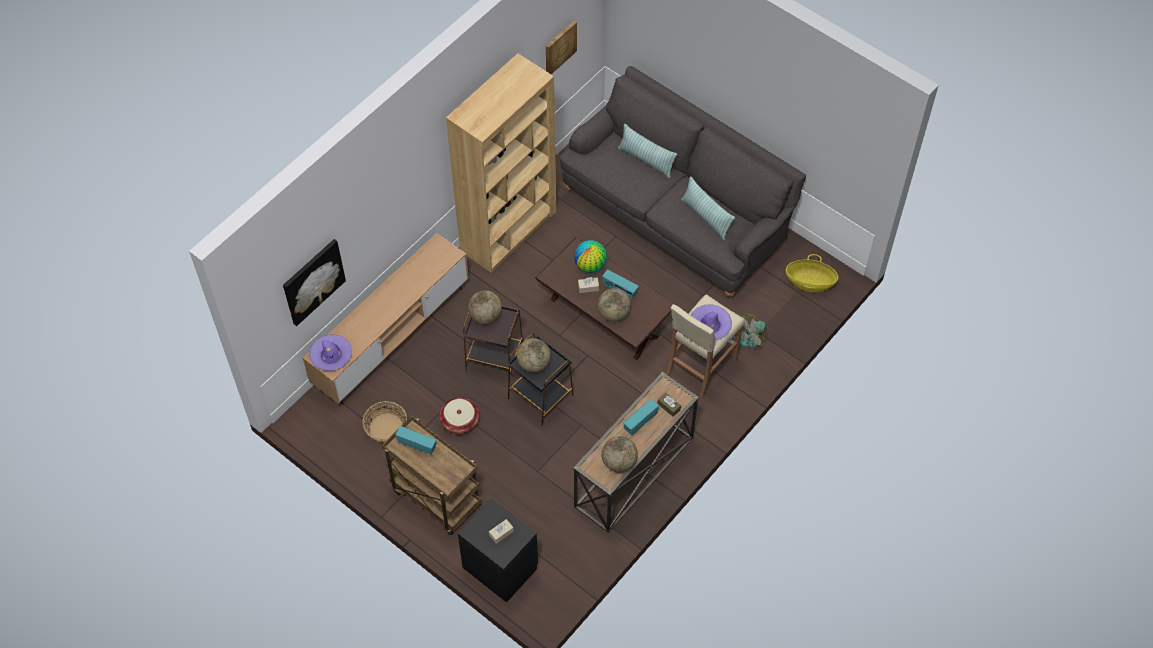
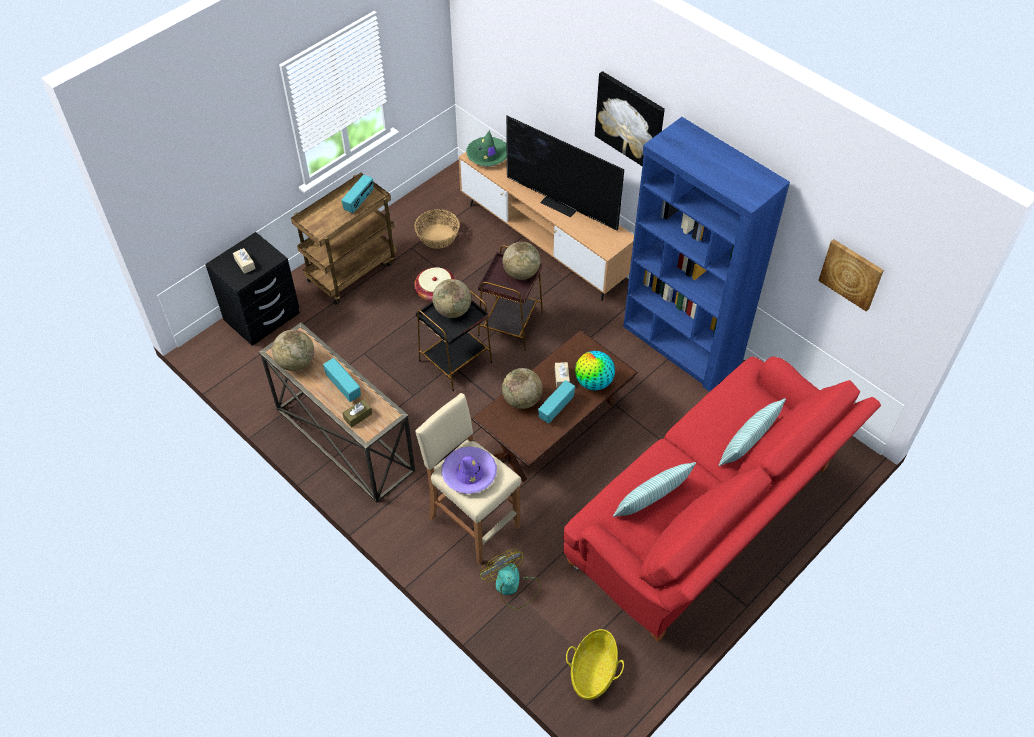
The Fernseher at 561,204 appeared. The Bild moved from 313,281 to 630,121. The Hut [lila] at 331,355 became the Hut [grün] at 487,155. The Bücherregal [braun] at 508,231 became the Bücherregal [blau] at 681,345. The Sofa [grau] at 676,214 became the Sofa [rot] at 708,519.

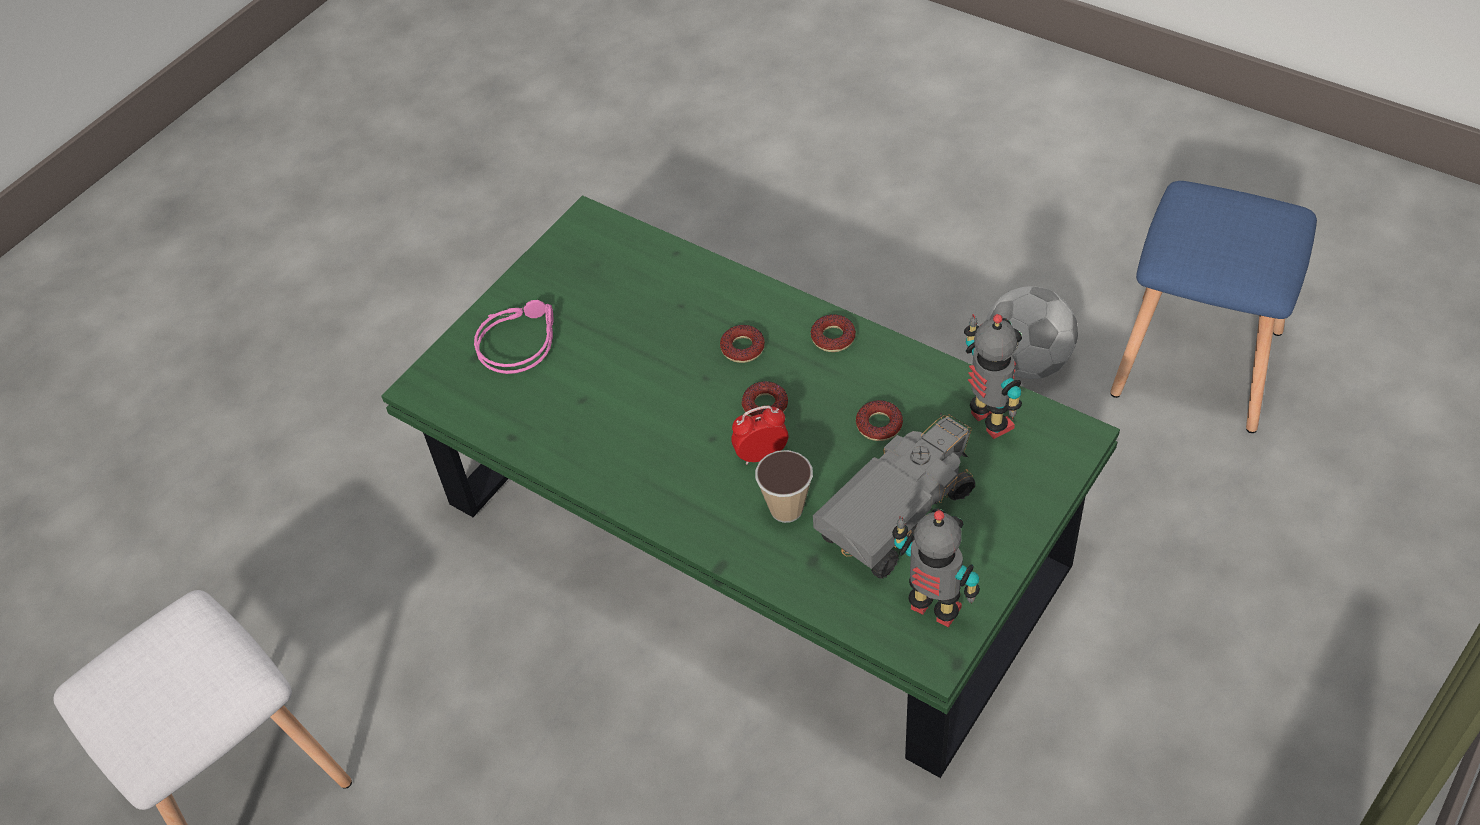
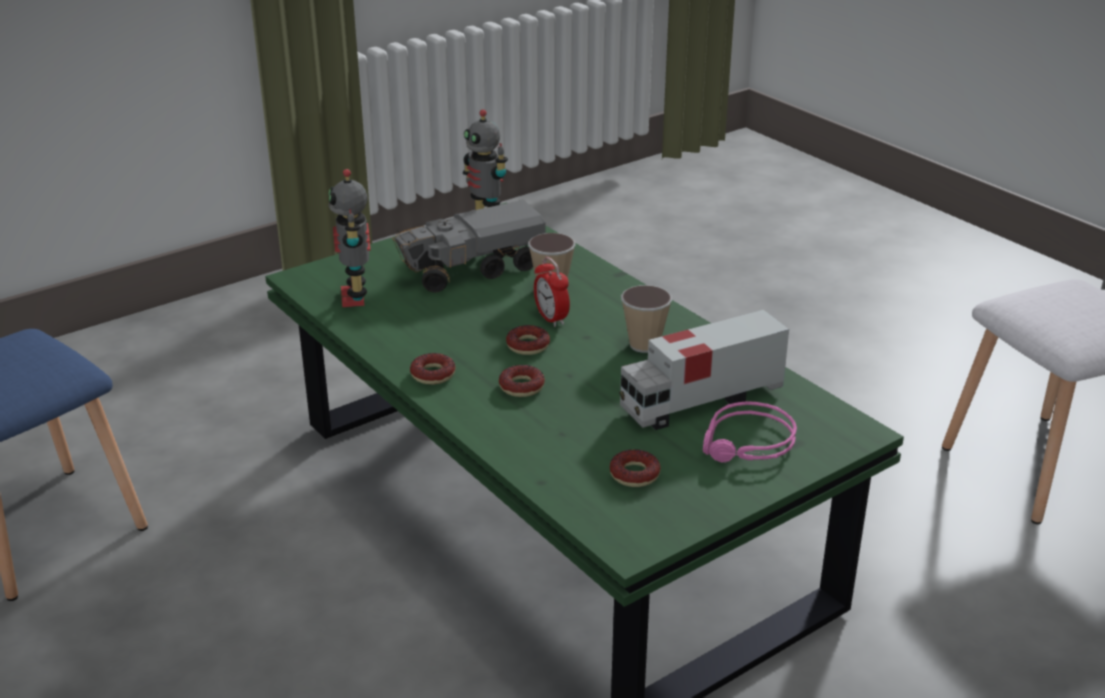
The Fußball at 1028,362 disappeared. The Spielzeuglaster at 700,402 appeared. The Tasse at 644,345 appeared. The Donut moved from 879,425 to 634,474. The Wecker at 761,455 turned 60 degrees clockwise.

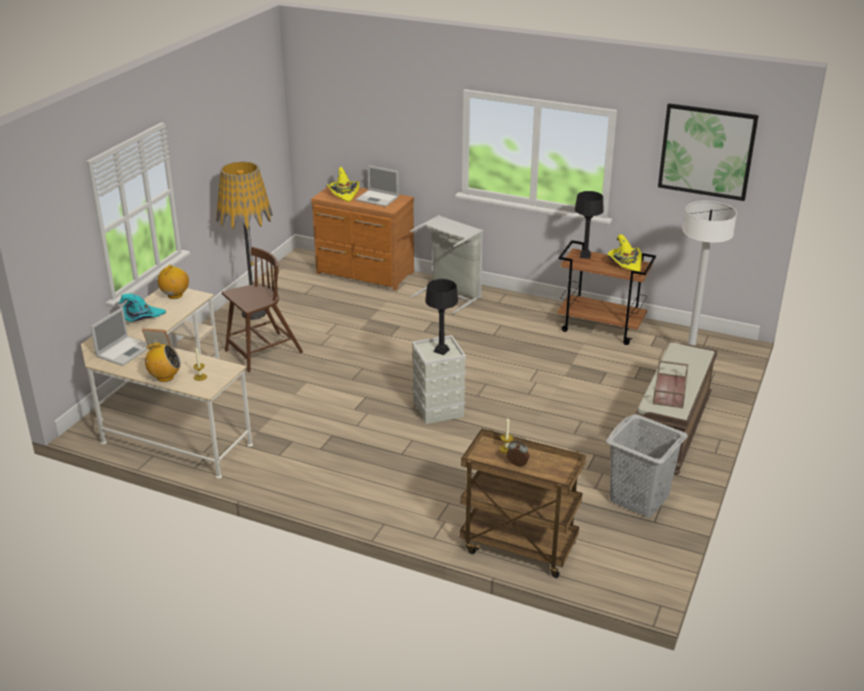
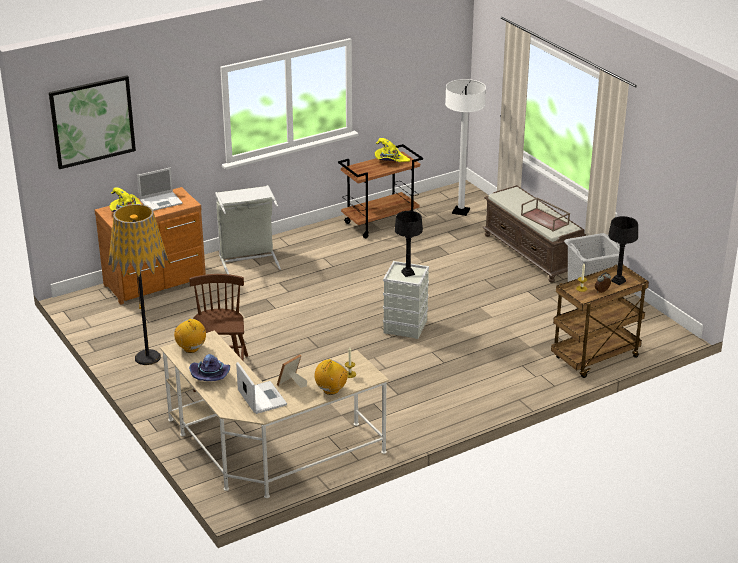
The Tischlampe [schwarz] moved from 585,255 to 618,281. The Bild moved from 706,151 to 92,121. The Hut [türkis] at 141,318 became the Hut [lila] at 211,375.

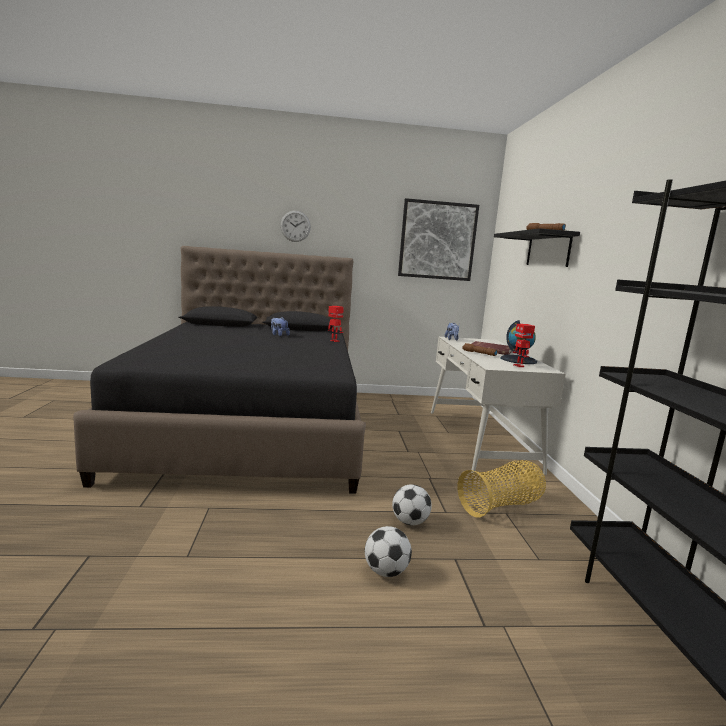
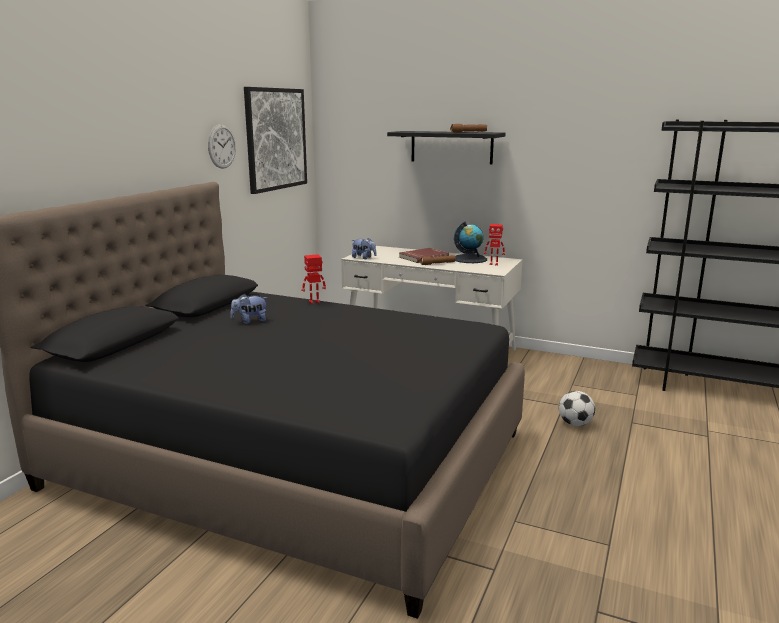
The Fußball at 386,571 disappeared. The Korb at 501,506 disappeared. The Wanduhr moved from 295,226 to 222,146.

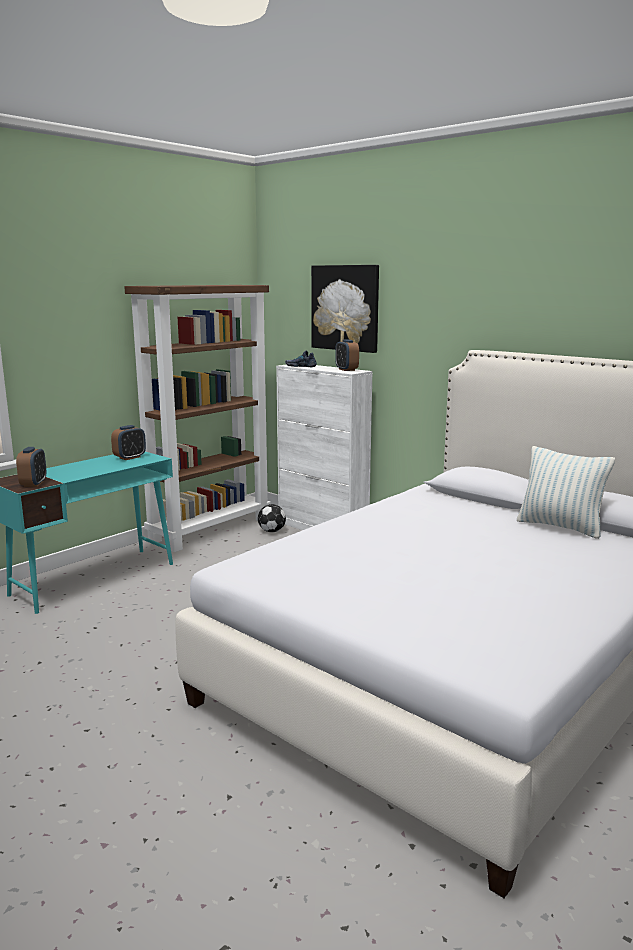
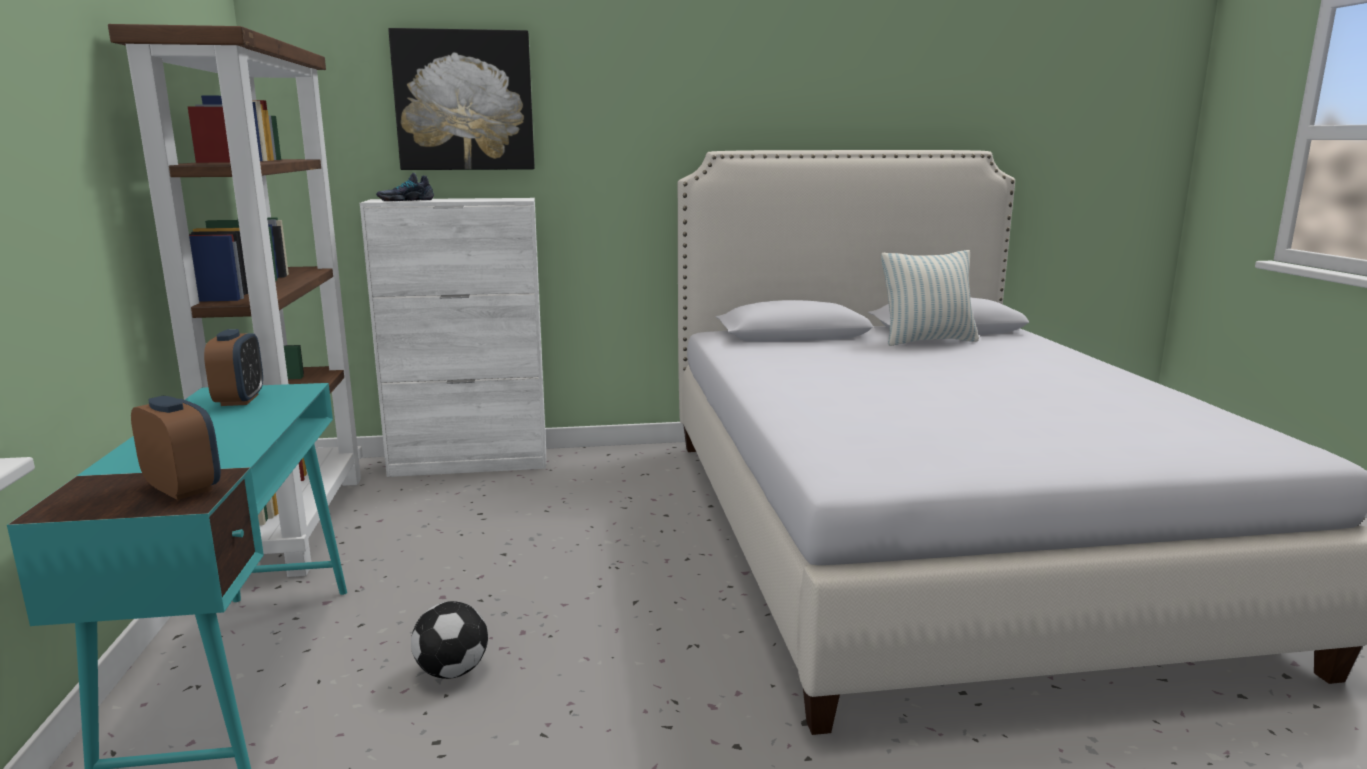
The Wecker at 346,369 disappeared. The Fußball moved from 272,531 to 452,671.

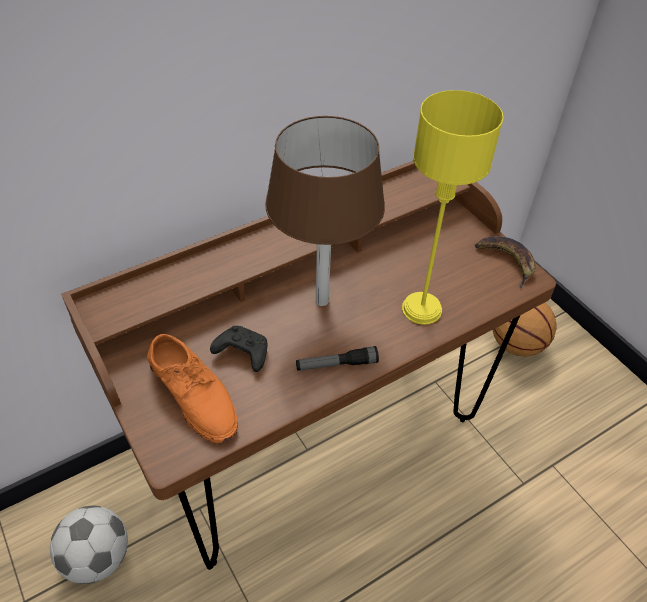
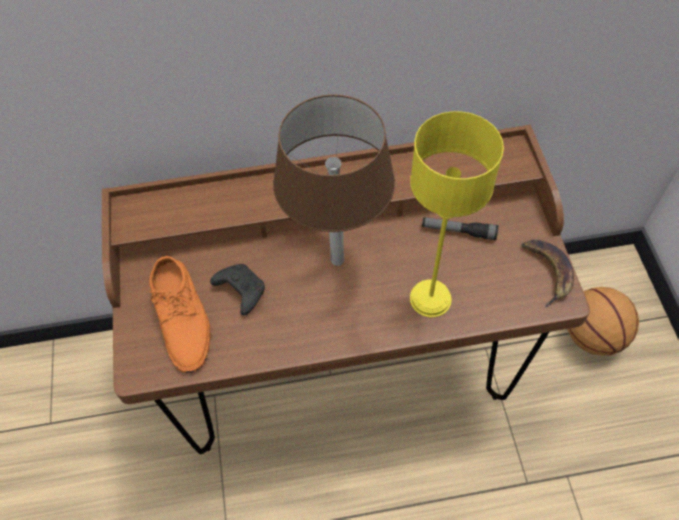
The Fußball at 97,557 disappeared. The Taschenlampe moved from 336,364 to 458,231.

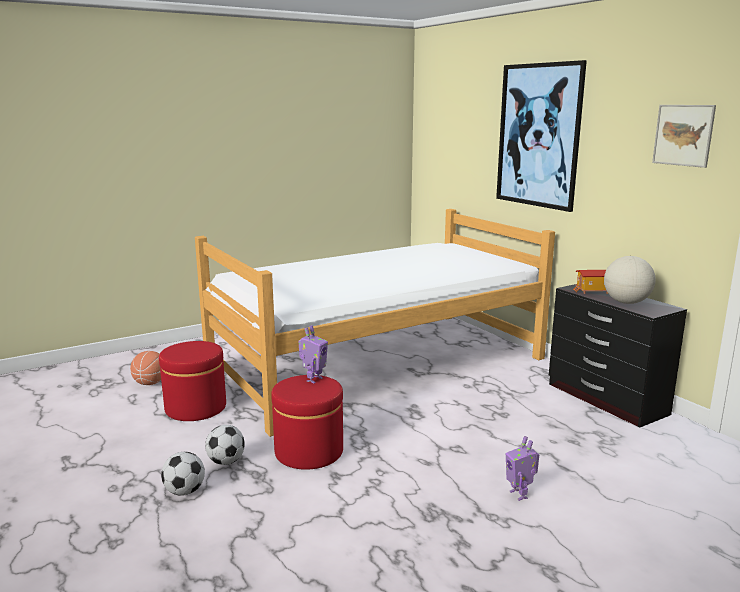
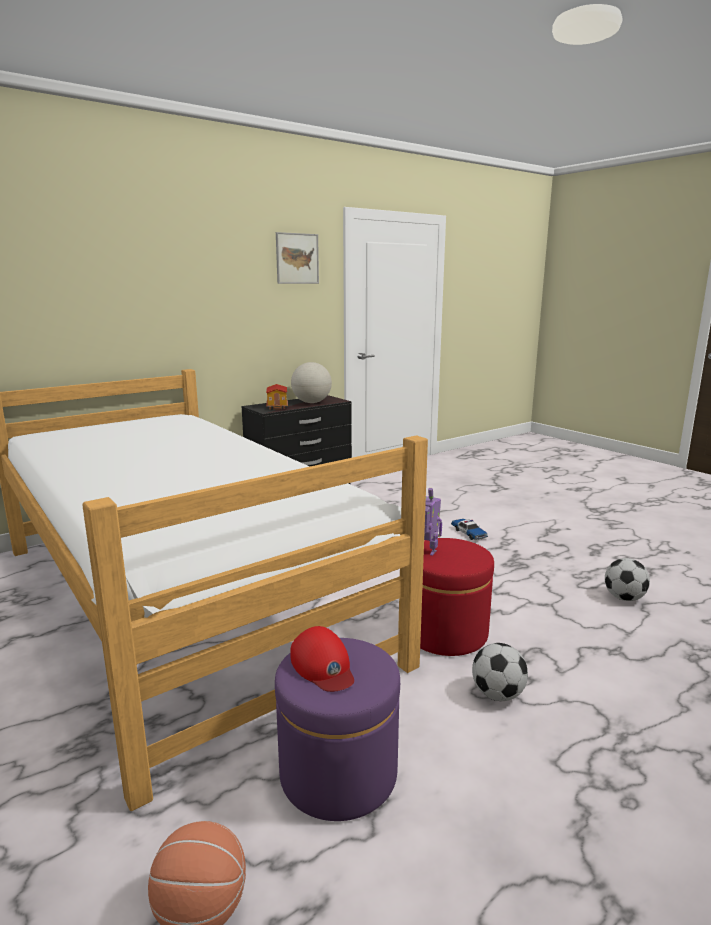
The Bild at 538,135 disappeared. The Kappe [rot] at 323,666 appeared. The Fußball moved from 185,491 to 623,598. The Spielzeugroboter at 519,494 was replaced by the Spielzeugauto at 468,533. The Polsterhocker [rot] at 195,408 became the Polsterhocker [lila] at 338,773.

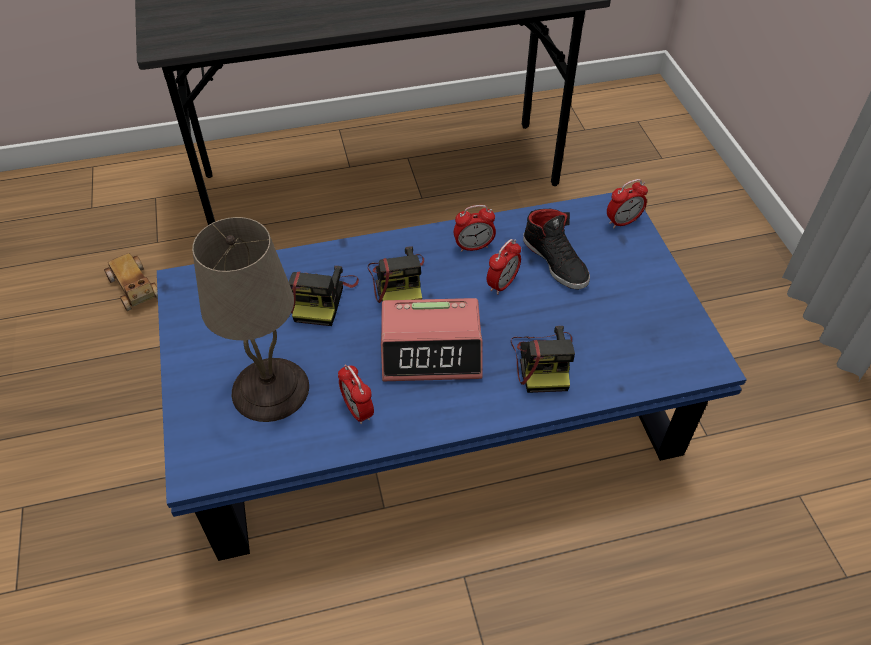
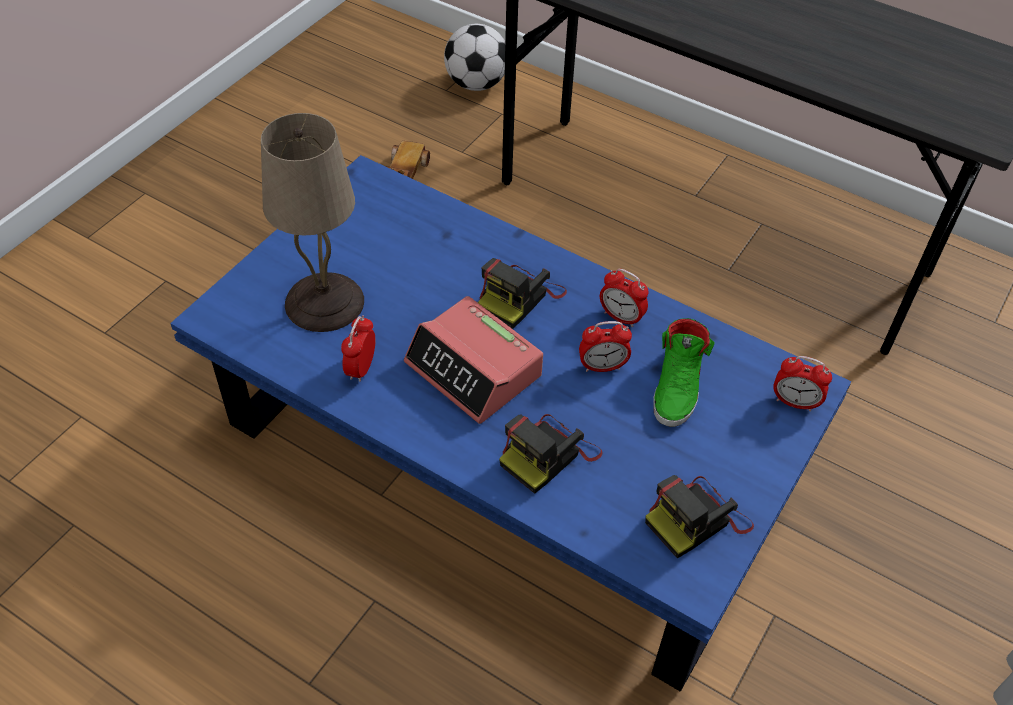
The Fußball at 476,84 appeared. The Kamera moved from 322,298 to 697,519. The Schuh [schwarz] at 556,261 became the Schuh [grün] at 678,385.

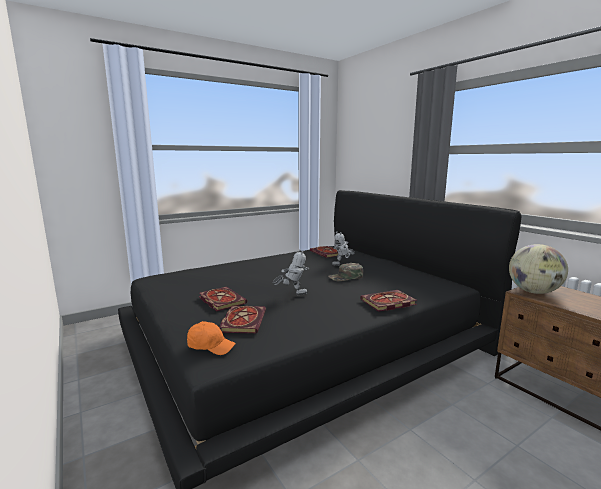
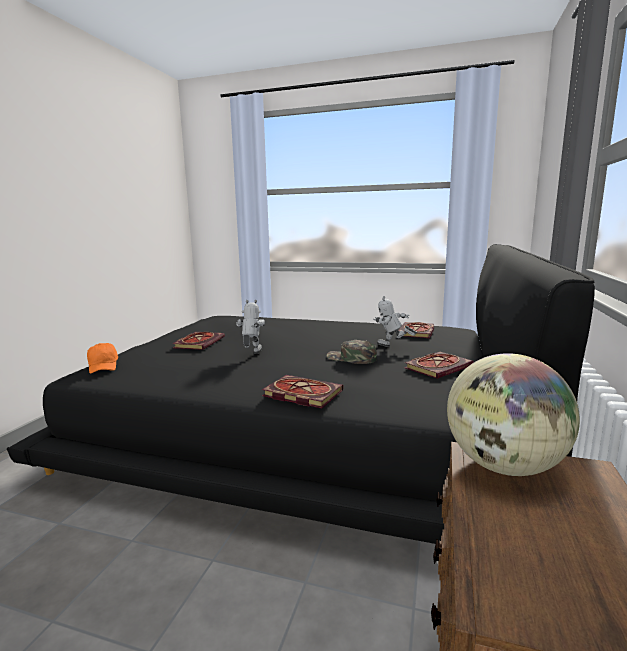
The Buch moved from 243,321 to 438,367. The Spielzeugroboter at 292,294 turned 120 degrees counterclockwise.

